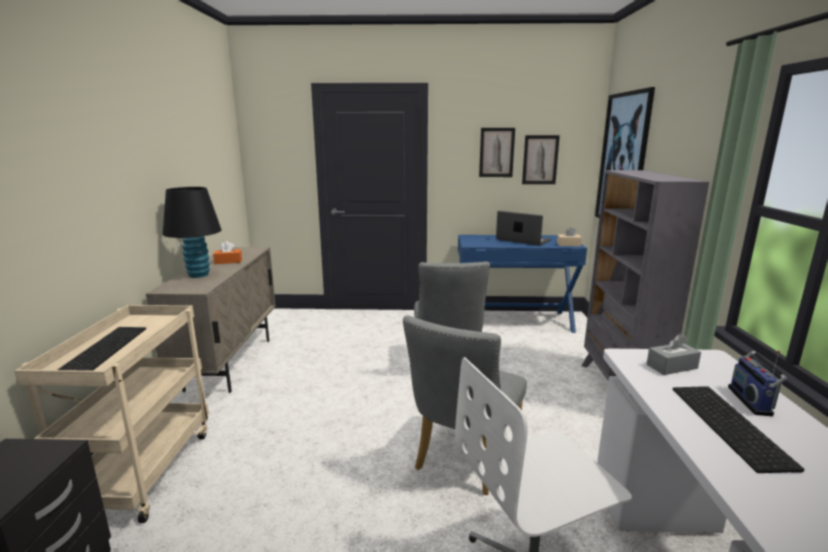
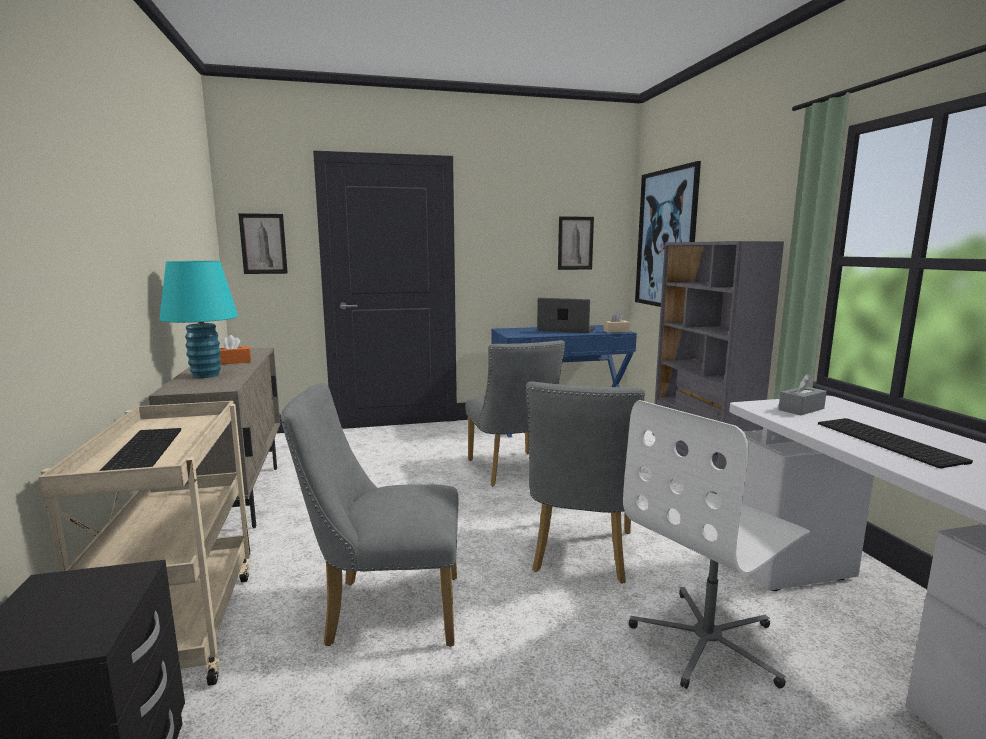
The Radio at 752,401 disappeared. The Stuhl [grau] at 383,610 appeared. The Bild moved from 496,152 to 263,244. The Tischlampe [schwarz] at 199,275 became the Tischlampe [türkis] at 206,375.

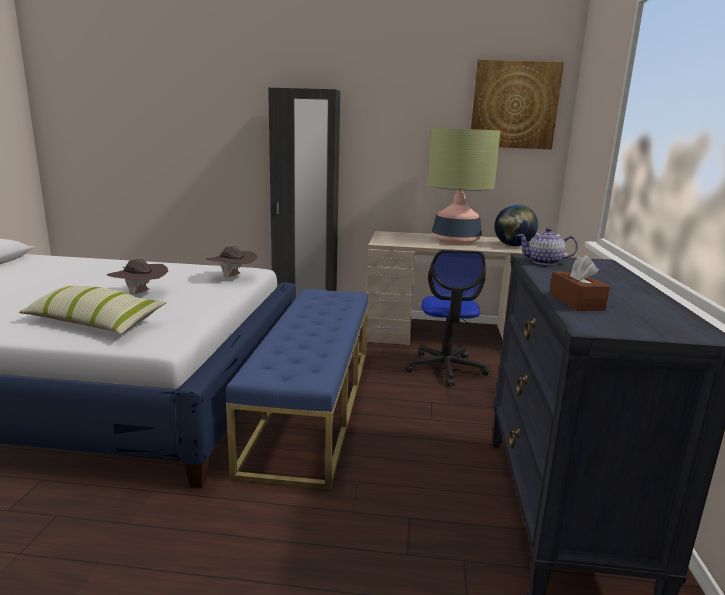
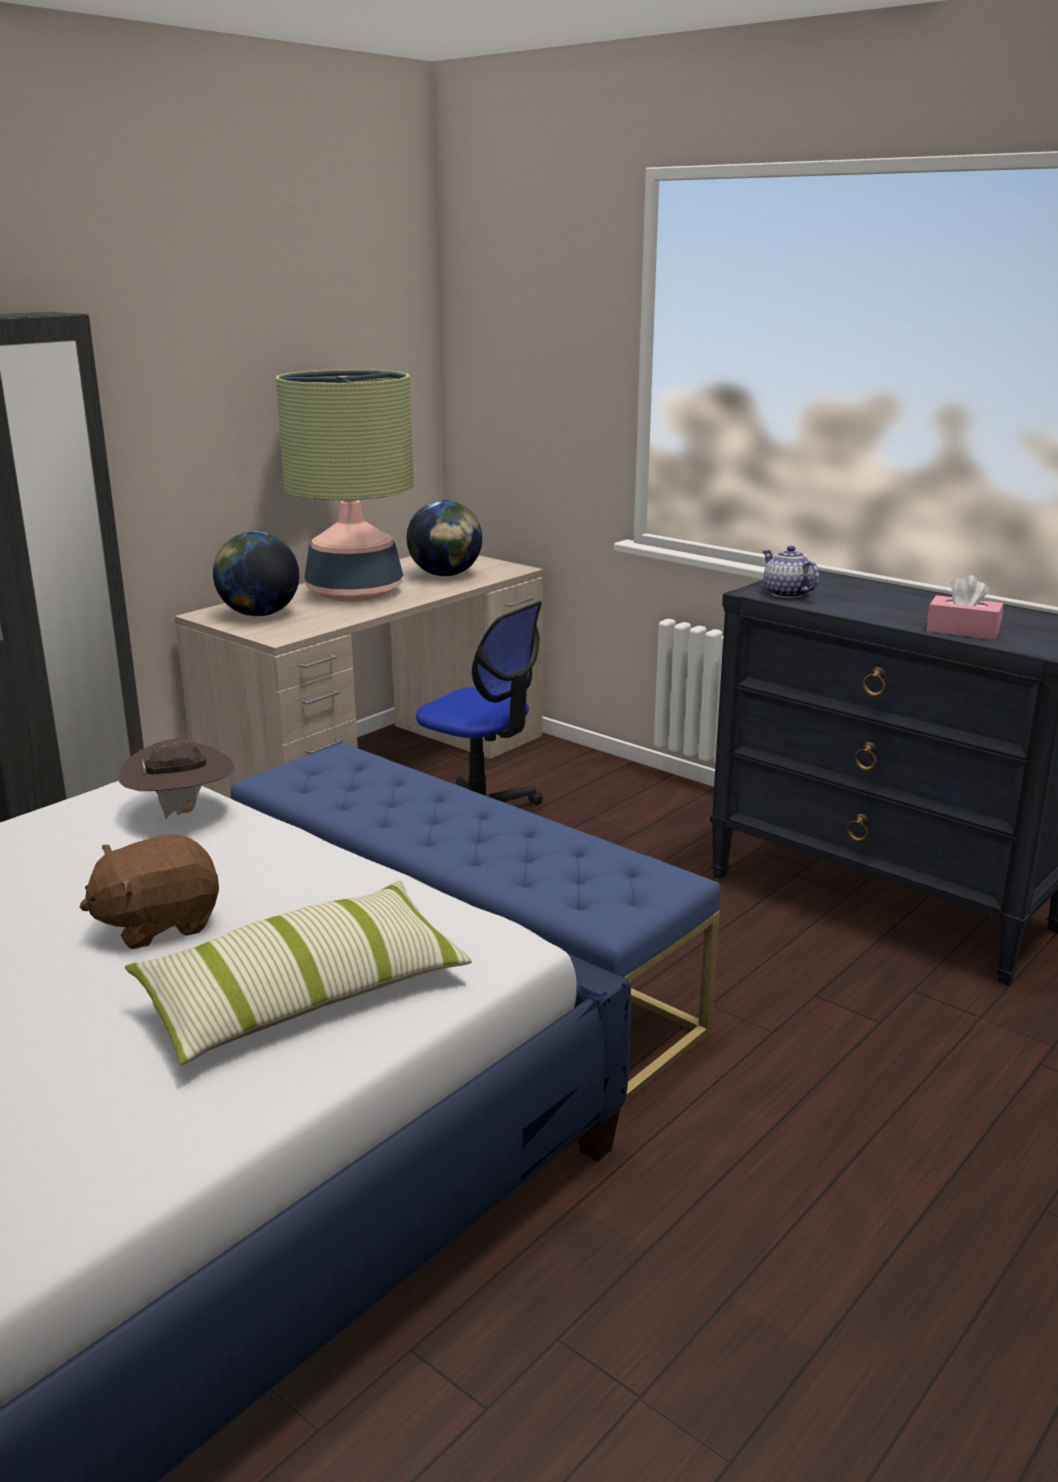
The Bild at 514,105 disappeared. The Globus at 259,614 appeared. The Hut [braun] at 140,294 was replaced by the Plüschtier [braun] at 158,924. The Taschentuchbox [braun] at 576,302 became the Taschentuchbox [rosa] at 962,631. The Teekanne at 544,262 turned 105 degrees clockwise.

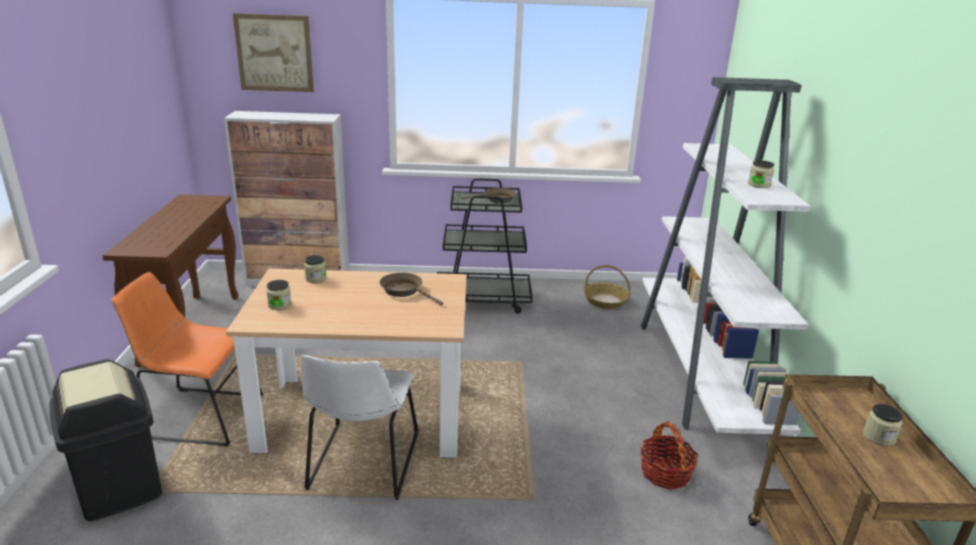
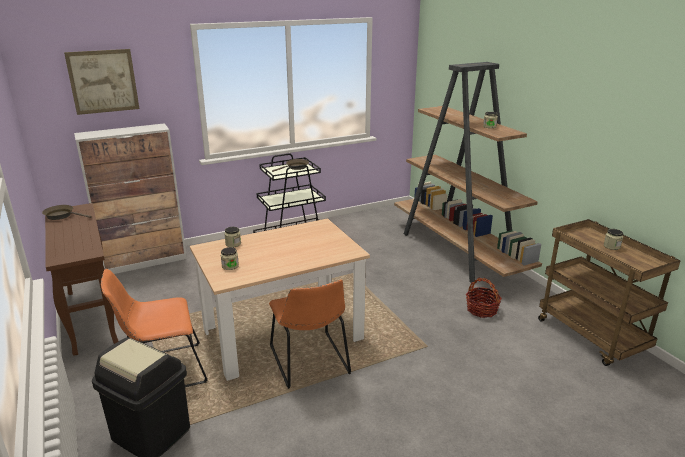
The Korb at 606,301 disappeared. The Pfanne [braun] moved from 404,291 to 62,215. The Stuhl [weiß] at 363,465 became the Stuhl [orange] at 310,362. The Bücherregal [weiß] at 701,374 became the Bücherregal [braun] at 457,252.

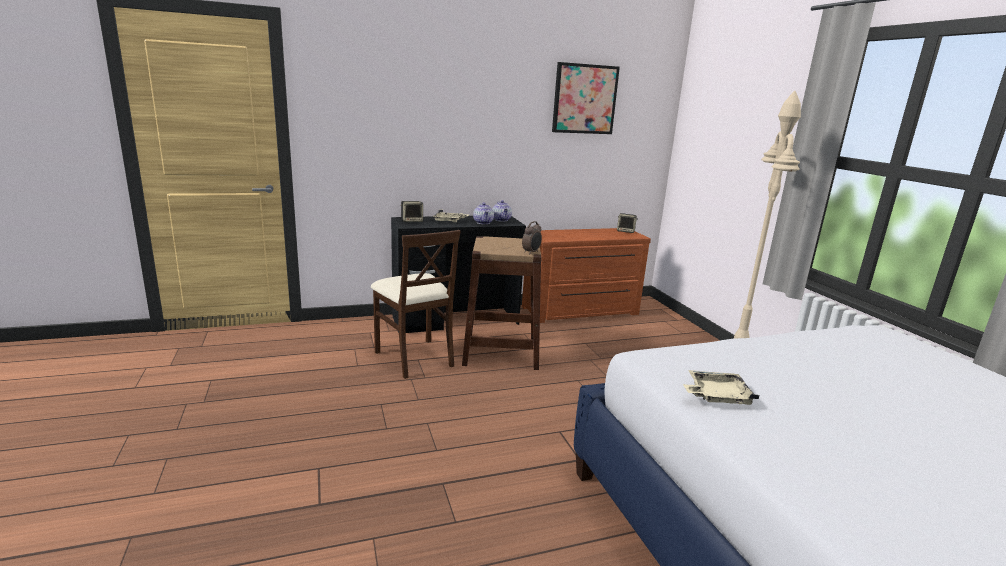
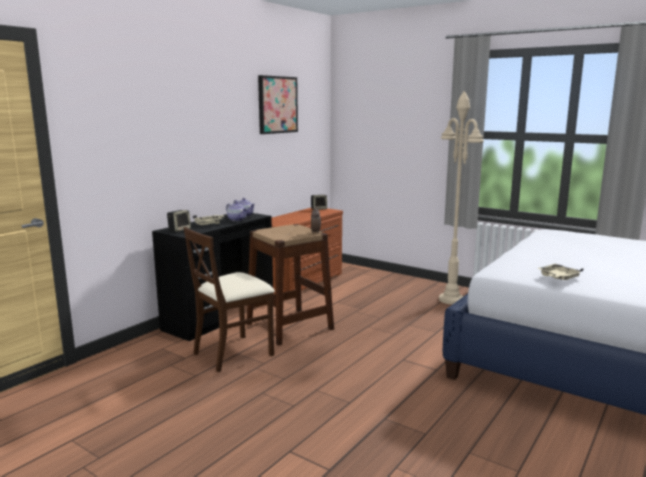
The Stuhl [beige] at 415,358 turned 120 degrees clockwise.

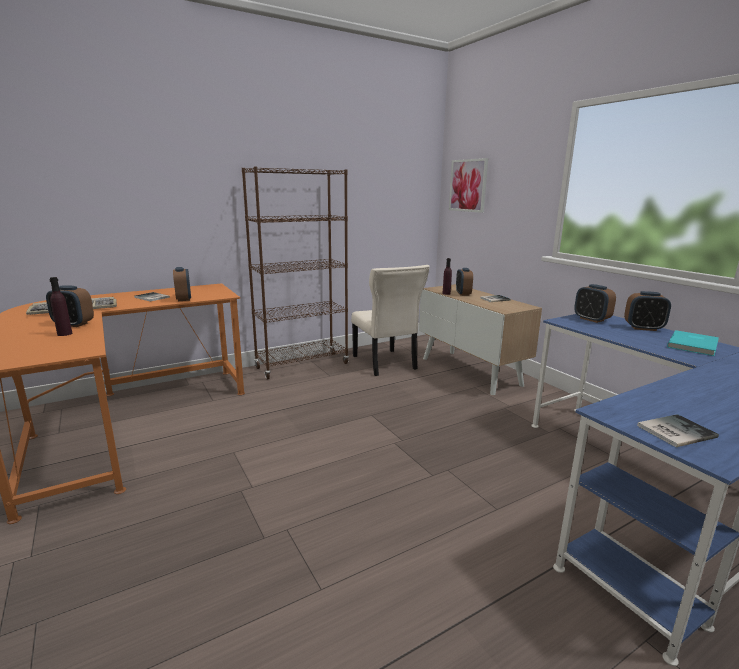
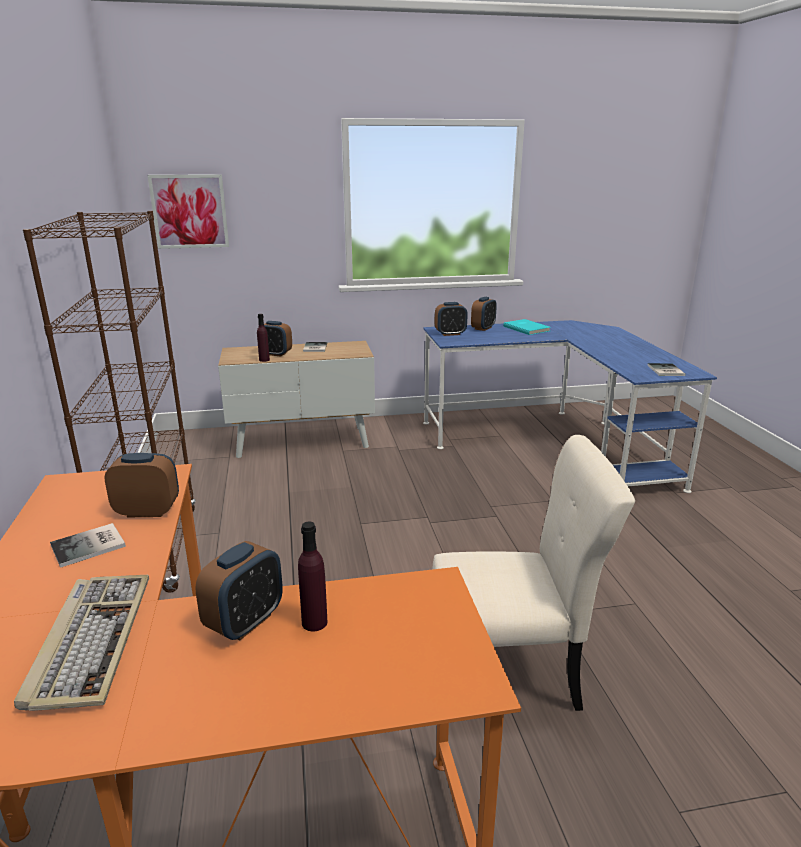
The Stuhl [beige] moved from 385,364 to 511,673.

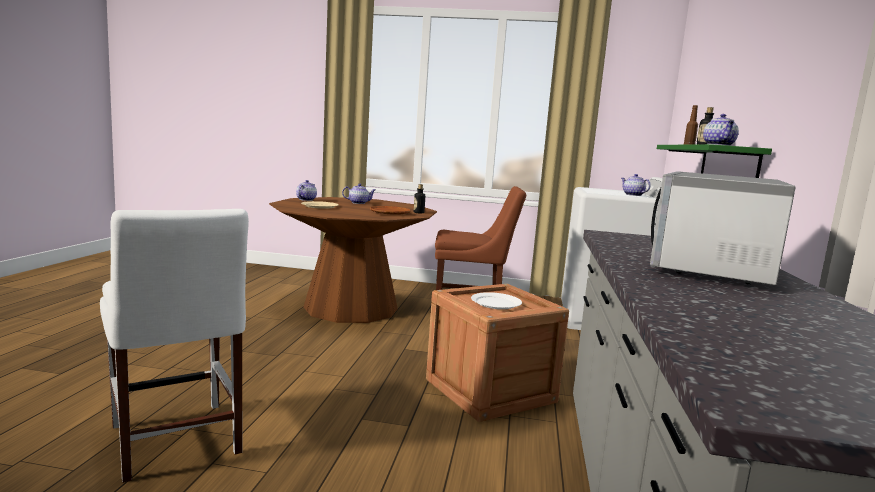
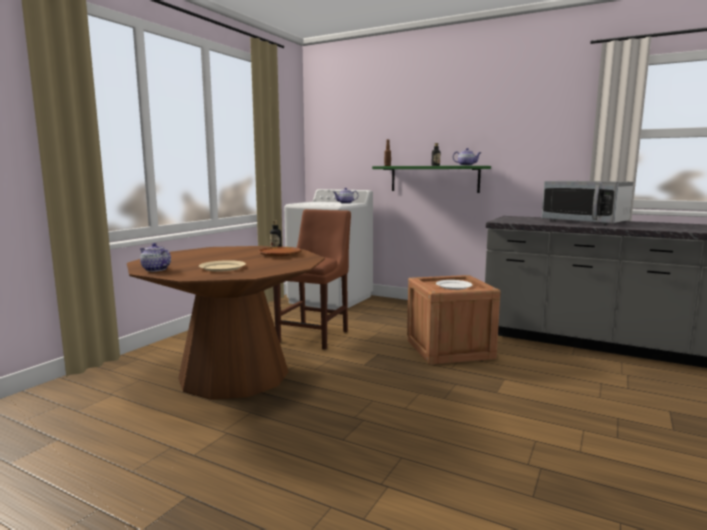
The Stuhl [weiß] at 176,443 disappeared. The Teekanne at 359,203 disappeared.

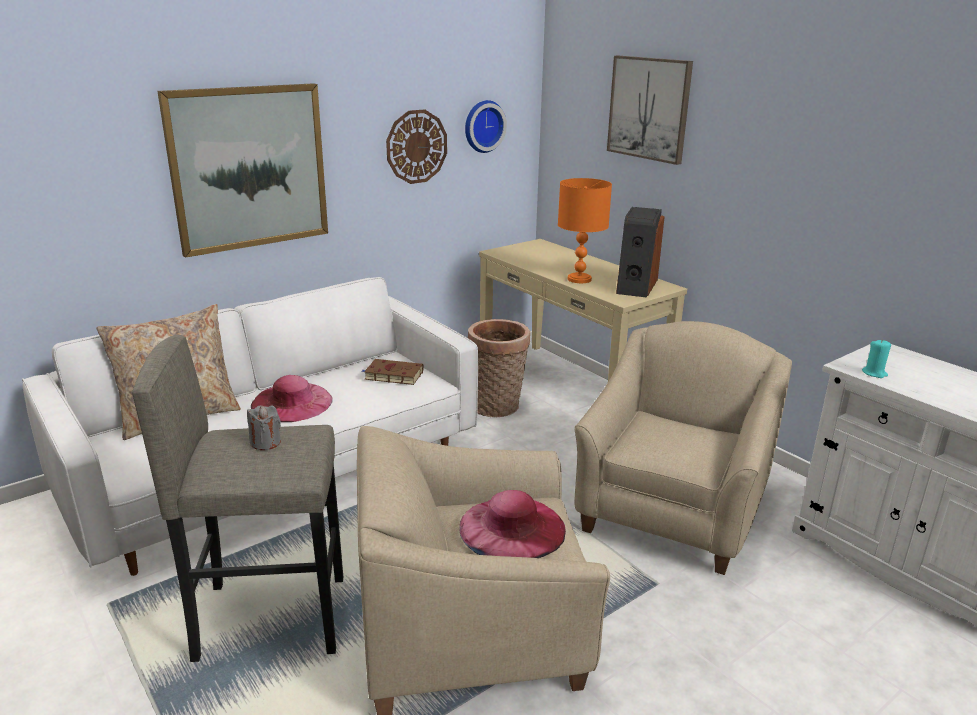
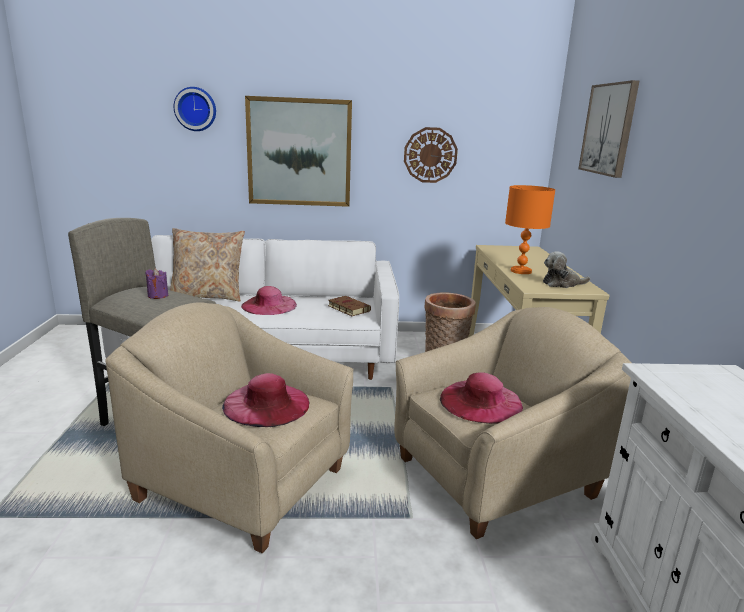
The Kerze [türkis] at 874,373 disappeared. The Hut [rosa] at 481,401 appeared. The Wanduhr moved from 482,126 to 196,109. The Lautsprecher at 635,286 was replaced by the Plüschtier at 562,284. The Kerze [grau] at 265,443 became the Kerze [lila] at 158,295.

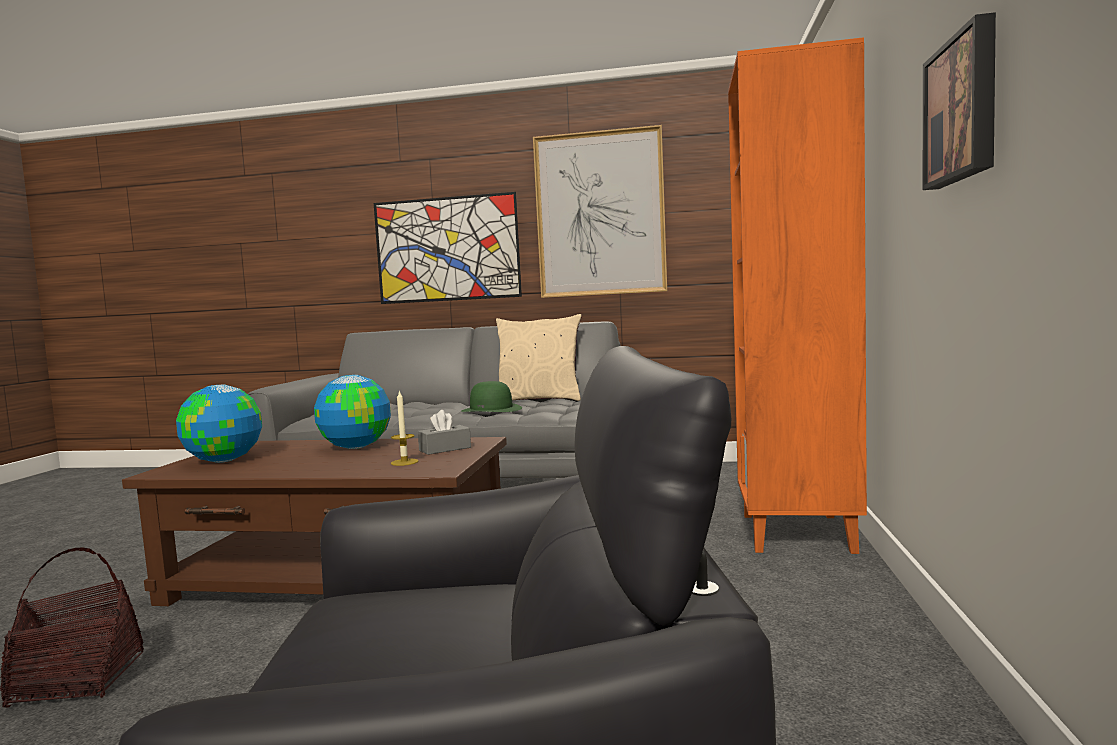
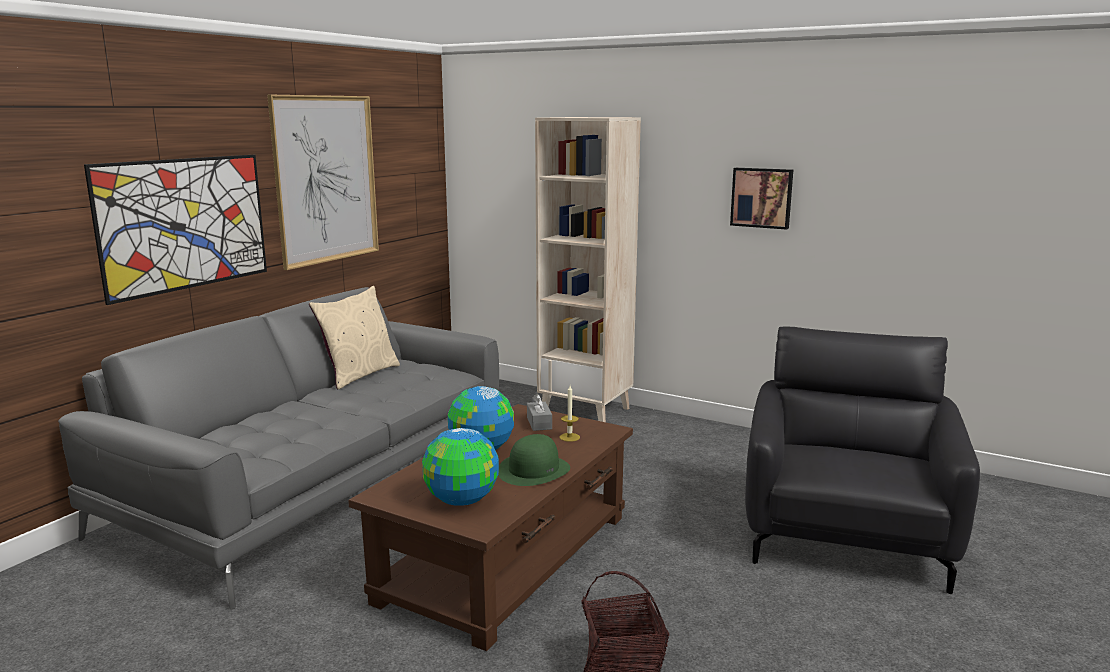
The Hut [grün] moved from 491,409 to 534,470. The Bücherregal [orange] at 798,533 became the Bücherregal [beige] at 586,411.

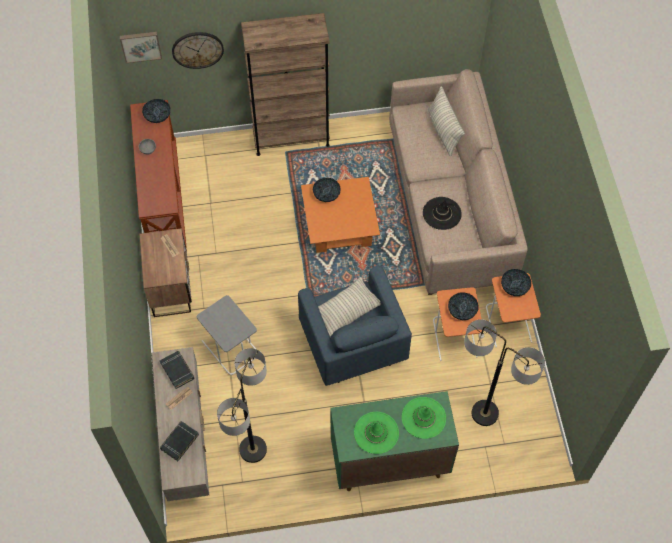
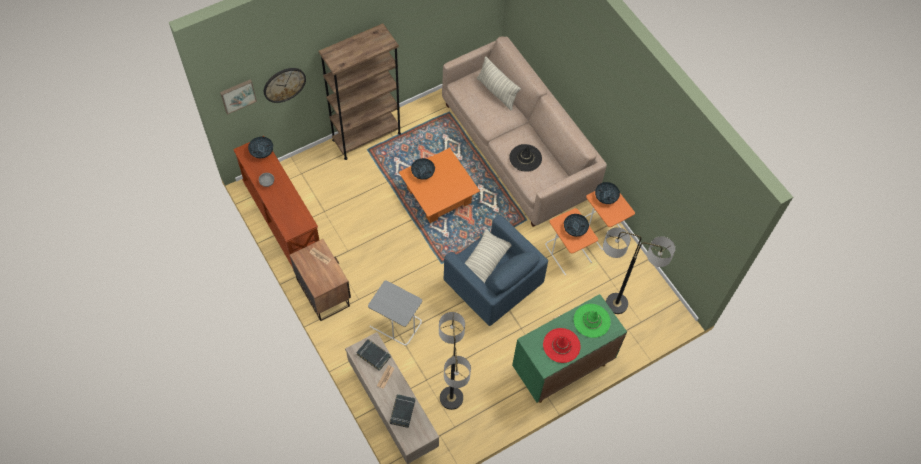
The Hut [grün] at 376,433 became the Hut [rot] at 561,345.

